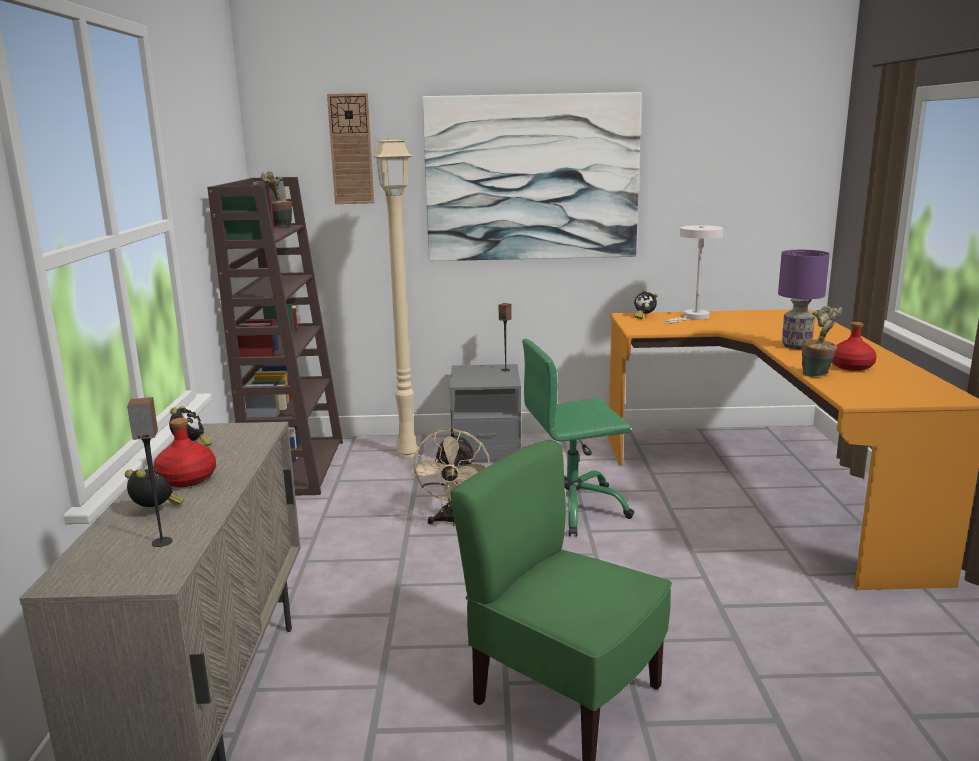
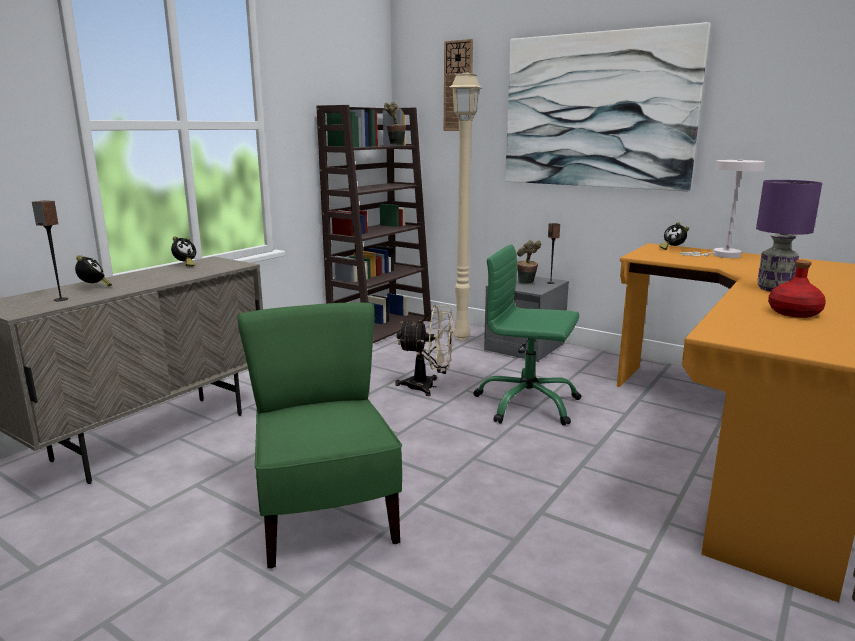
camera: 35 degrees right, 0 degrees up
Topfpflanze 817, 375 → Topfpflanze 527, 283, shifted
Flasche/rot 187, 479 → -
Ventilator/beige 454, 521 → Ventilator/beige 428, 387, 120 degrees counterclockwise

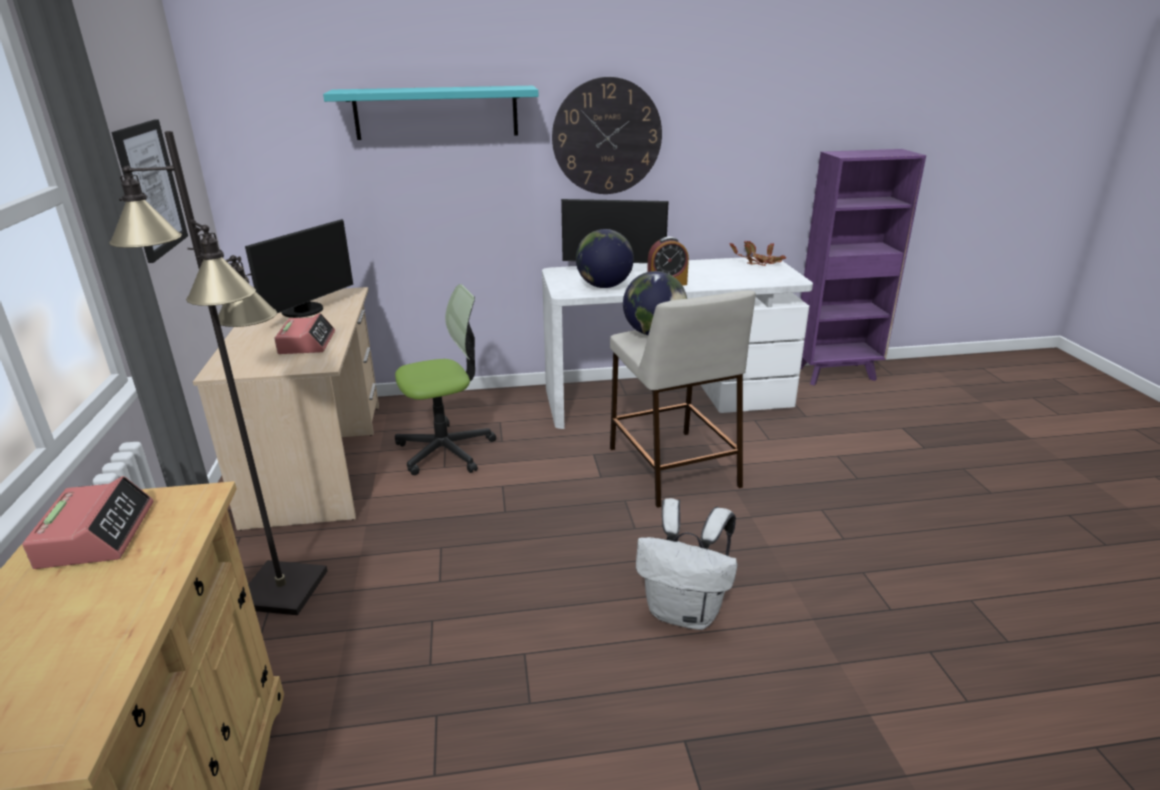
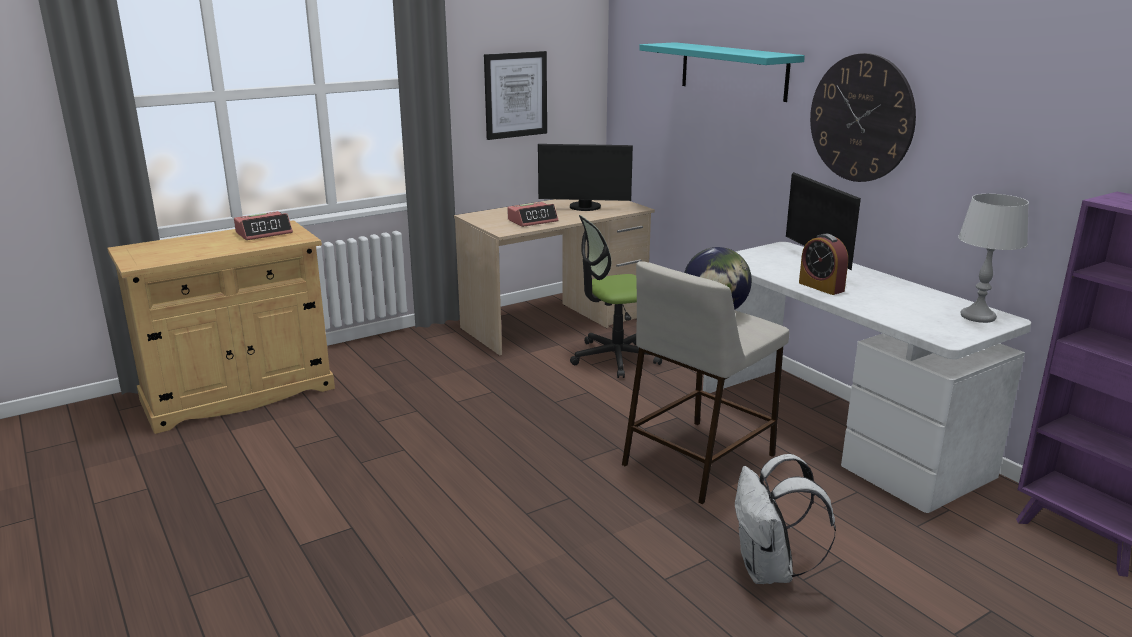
camera: 65 degrees right, 5 degrees down
Stehlampe/schwarz 282, 588 → -
Globus 604, 286 → -
Topfpflanze 759, 263 → Tischlampe/grau 978, 316
Bürostuhl 445, 450 → Bürostuhl 614, 358, 120 degrees clockwise
Rucksack/weiß 685, 612 → Rucksack/weiß 770, 571, shifted

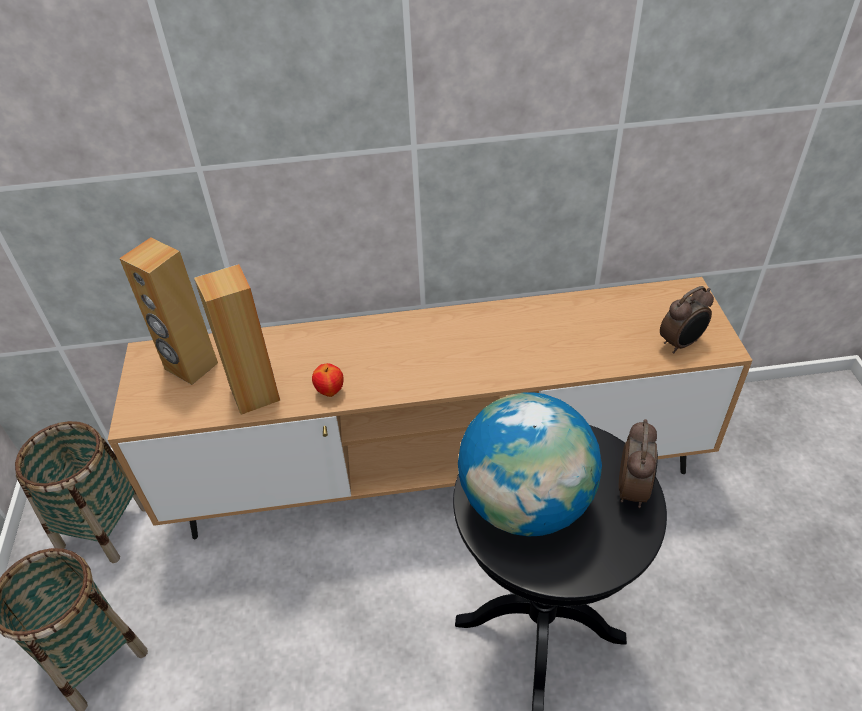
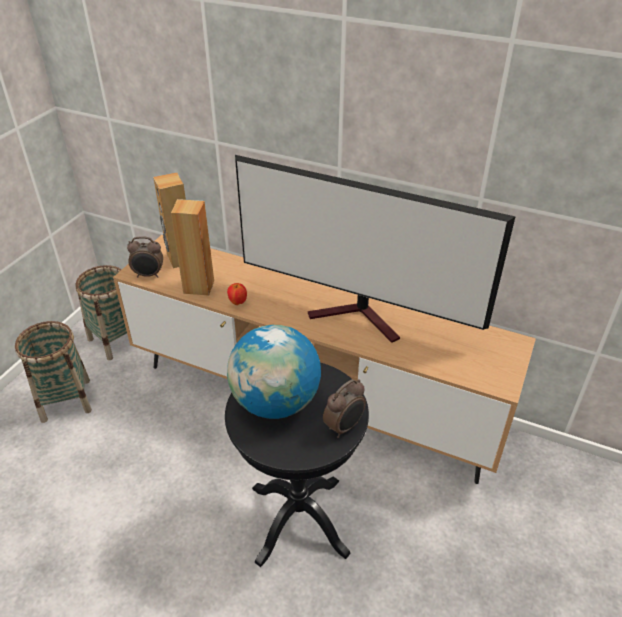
camera: 30 degrees right, 5 degrees down
Wecker 681, 344 → Wecker 149, 275, shifted
- → Fernseher 360, 318

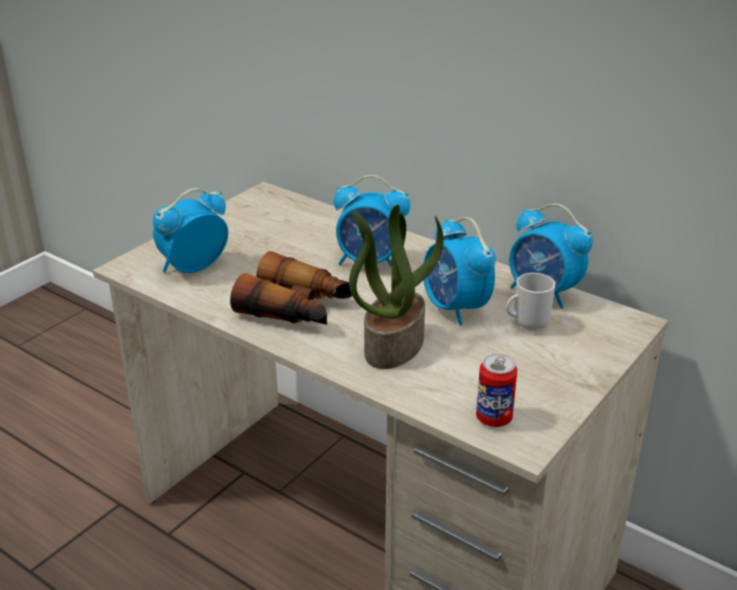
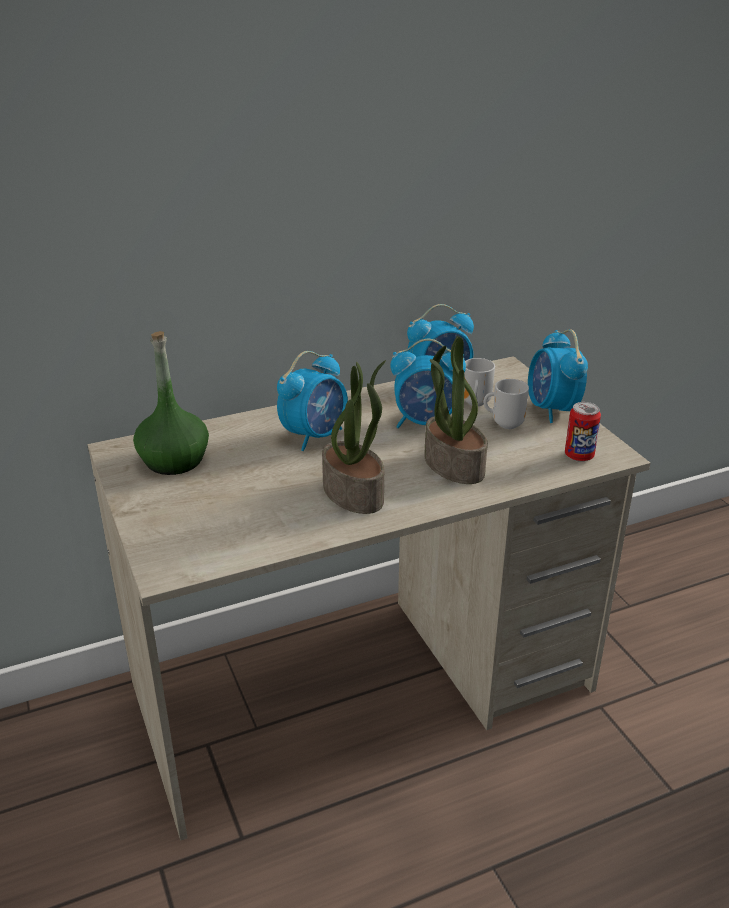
camera: 60 degrees left, 0 degrees up
Wecker 193, 267 → Wecker 552, 410, shifted
Fernglas 297, 309 → Topfpflanze 354, 493
- → Flasche/grün 173, 460
- → Henkelbecher 505, 423

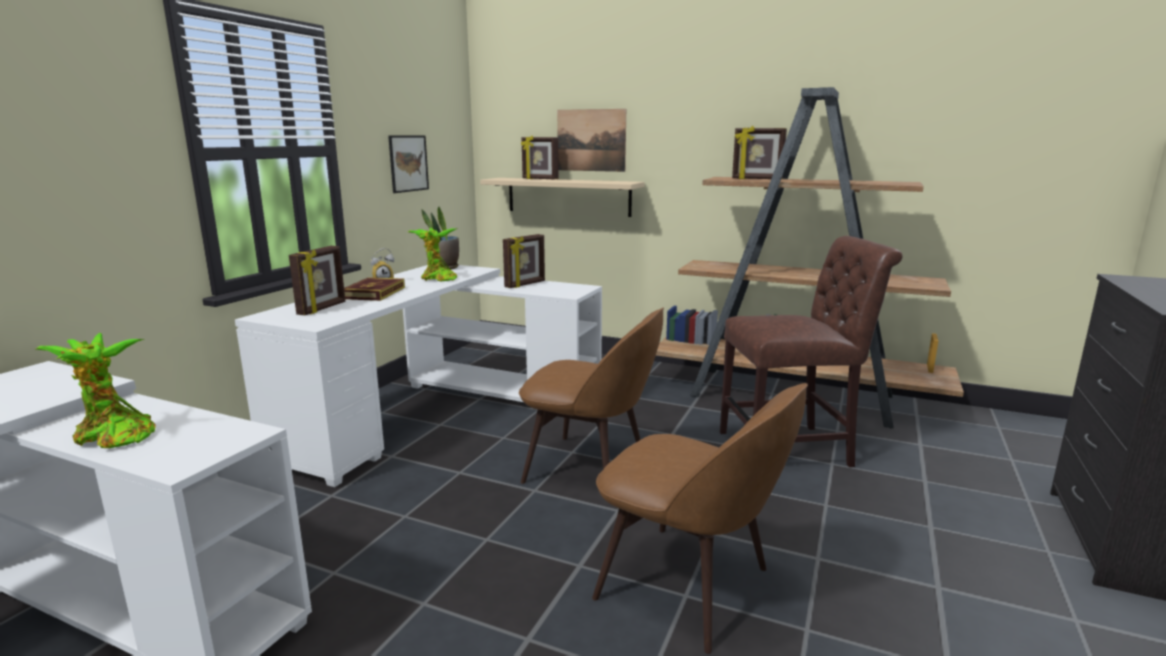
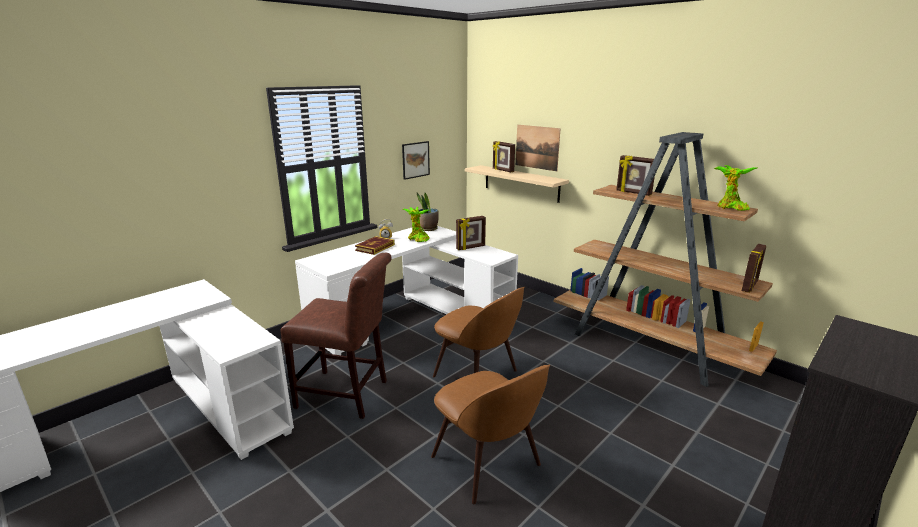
camera: 20 degrees right, 5 degrees up
Stuhl/braun 792, 449 → Stuhl/braun 347, 395, shifted
Bilderrahmen 322, 308 → Bilderrahmen 750, 286, shifted
Topfpflanze 112, 437 → Topfpflanze 730, 208, shifted

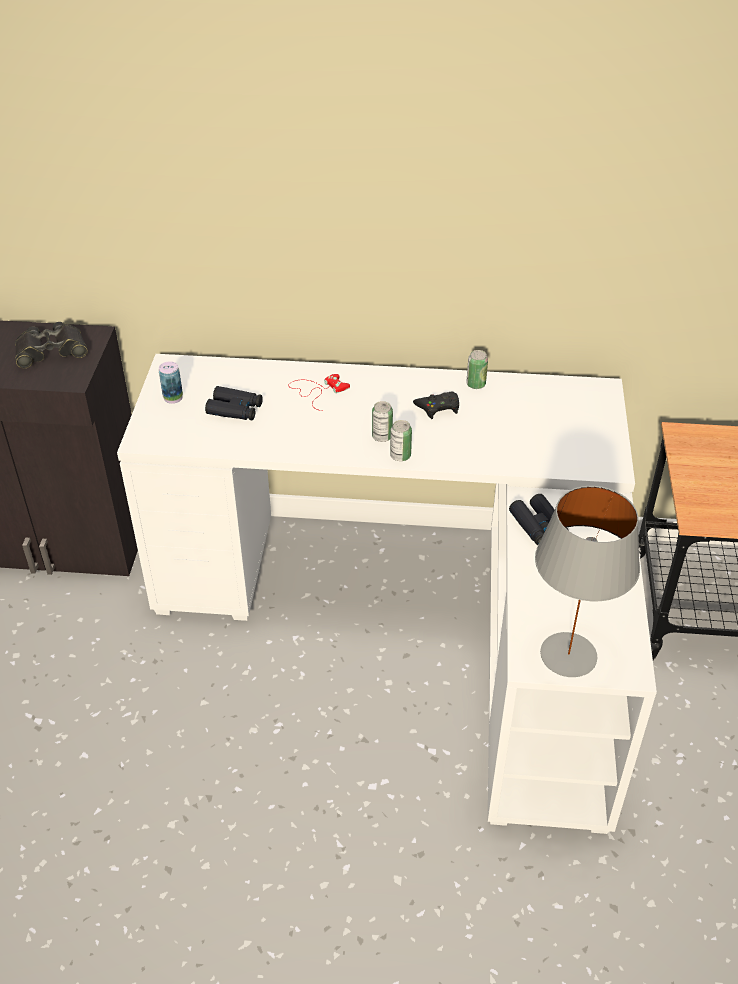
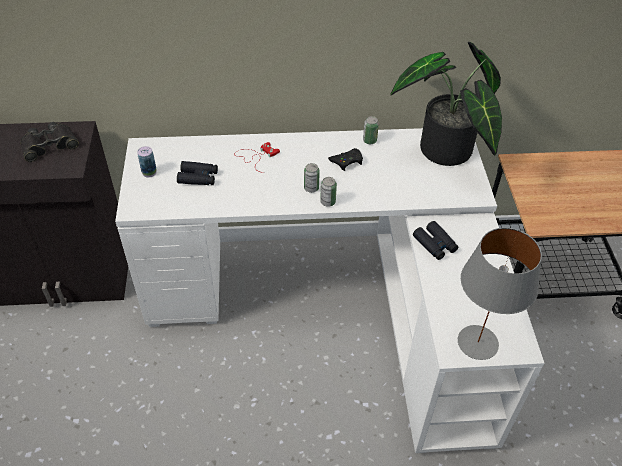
camera: 10 degrees left, 5 degrees up
- → Topfpflanze 445, 154

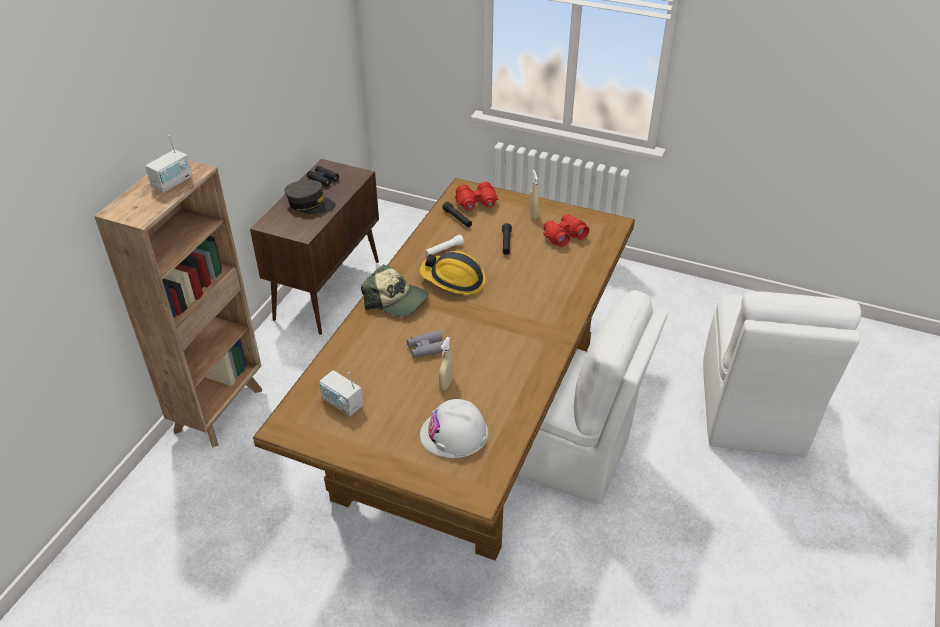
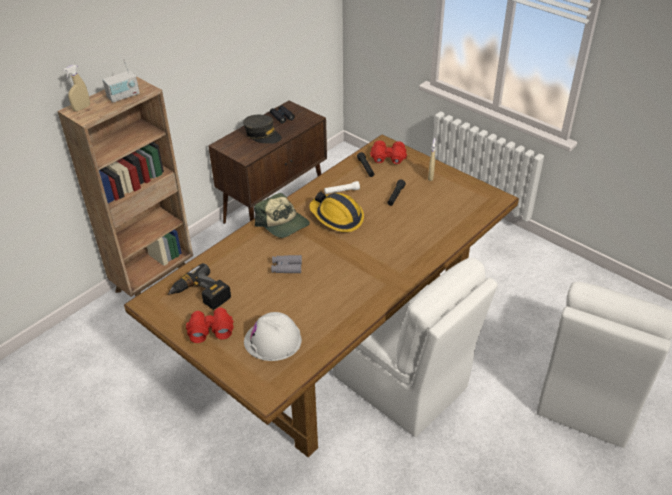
camera: 20 degrees right, 0 degrees up
Fernglas/rot 563, 235 → Fernglas/rot 210, 329, shifted
Sprühflasche/beige 446, 383 → Sprühflasche/beige 82, 108, shifted
Radio 342, 403 → Bohrmaschine 200, 295

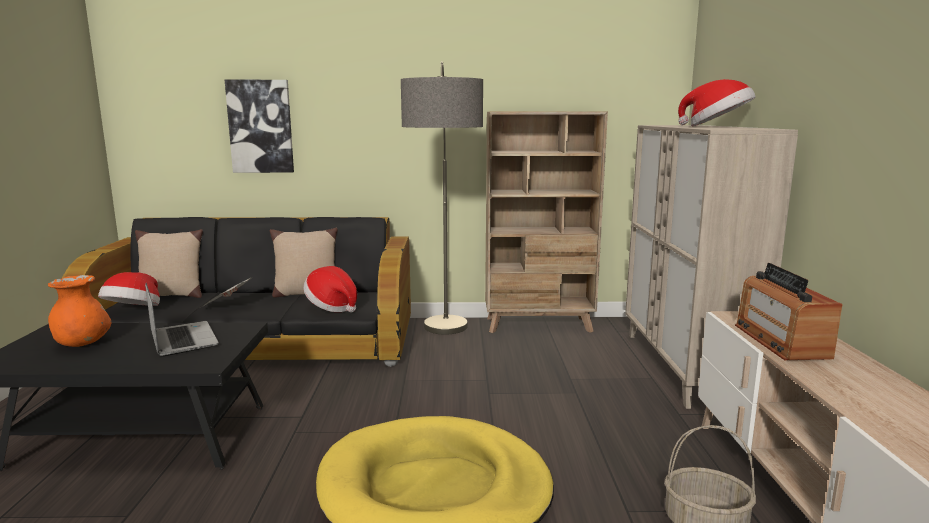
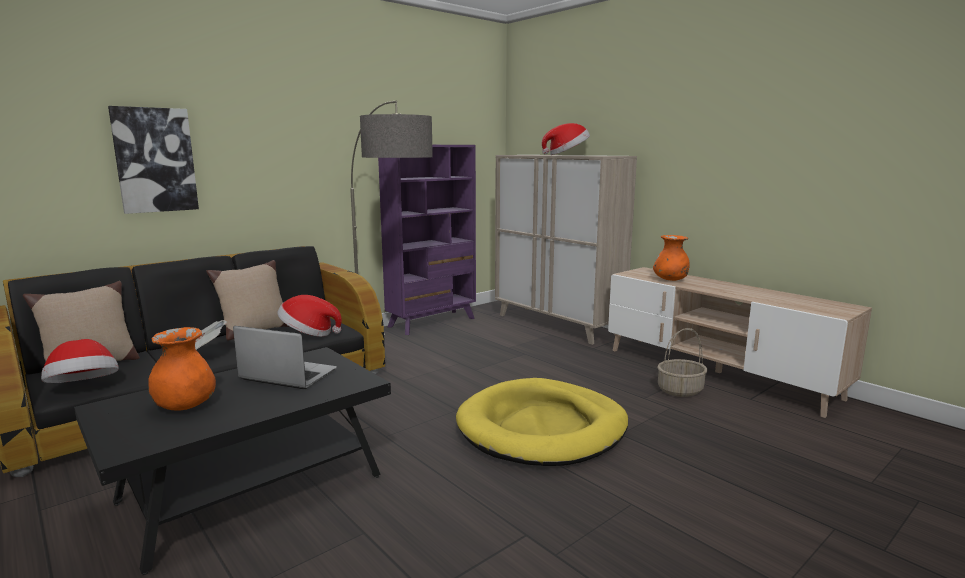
camera: 40 degrees left, 0 degrees up
Bücherregal/beige 539, 325 → Bücherregal/lila 432, 322
Radio 780, 341 → Vase/orange 670, 280

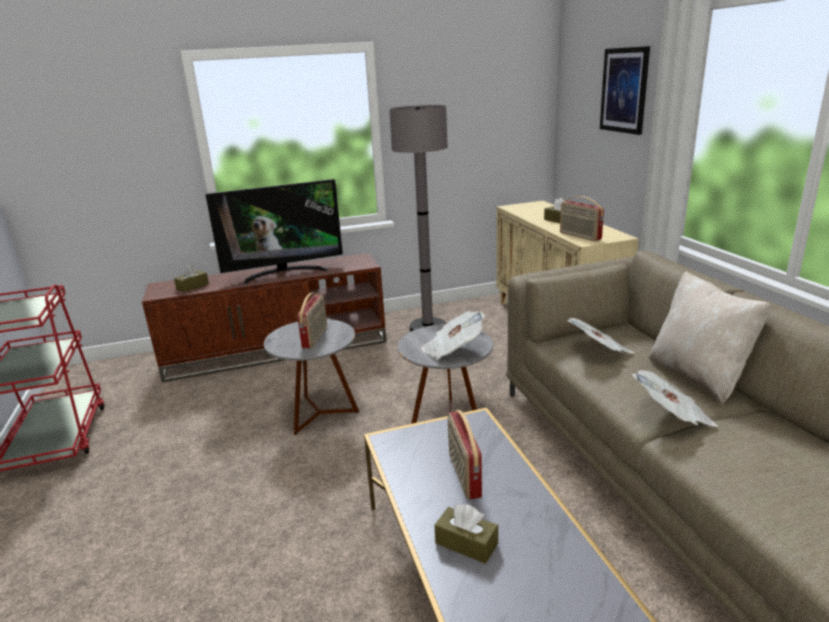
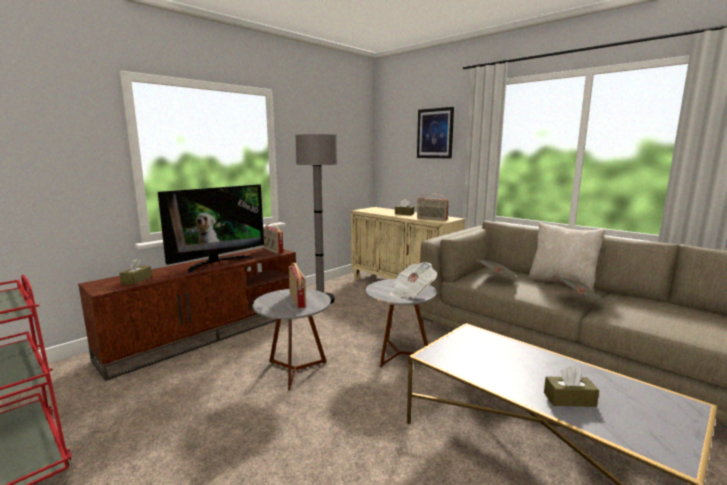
camera: 30 degrees left, 10 degrees down
Radio 463, 475 → Radio 272, 251, shifted

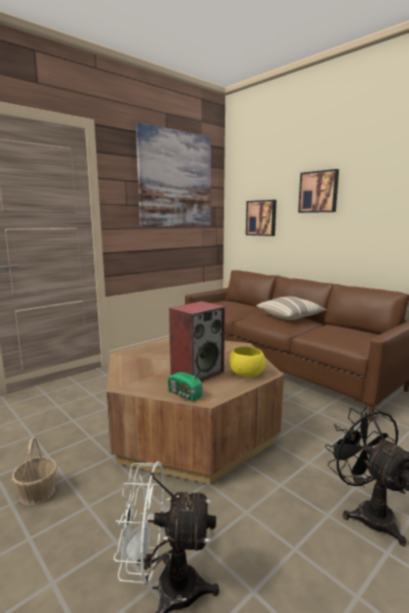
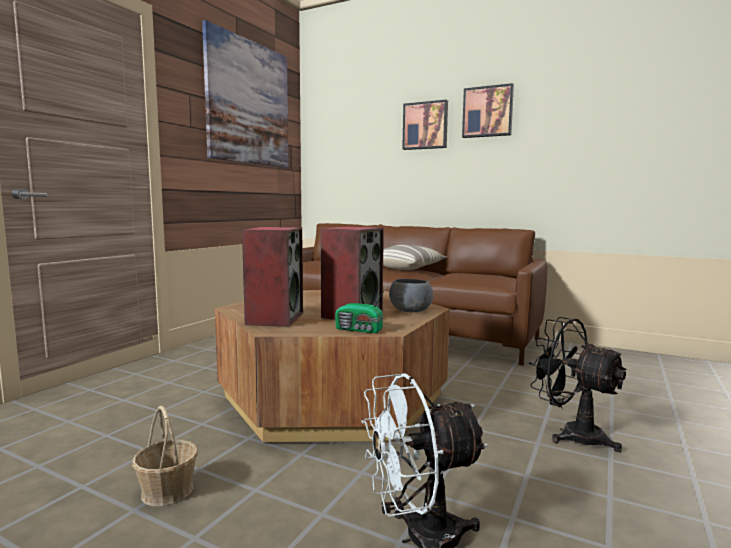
camera: 20 degrees left, 5 degrees down
Bild 261, 218 → Bild 488, 112, shifted
Schüssel/gelb 247, 375 → Schüssel/grau 411, 311
- → Lautsprecher 274, 318

